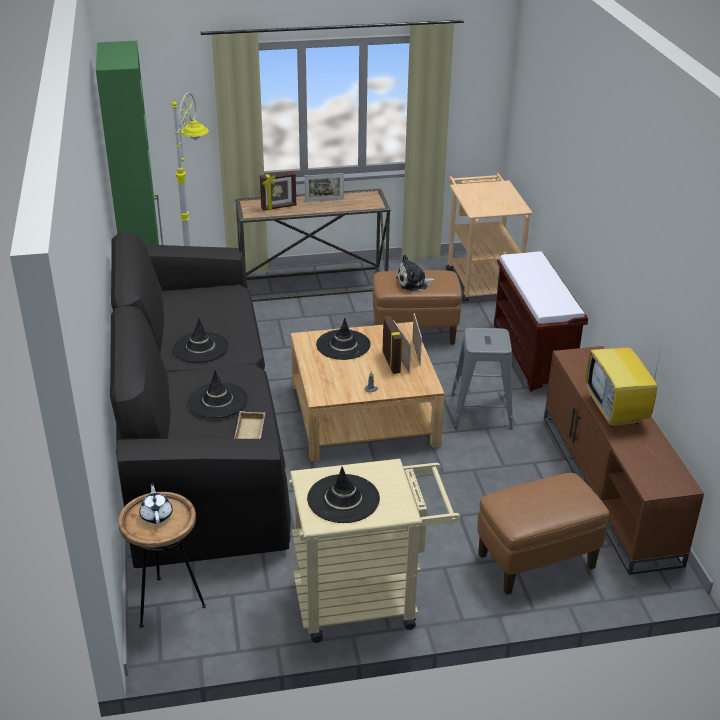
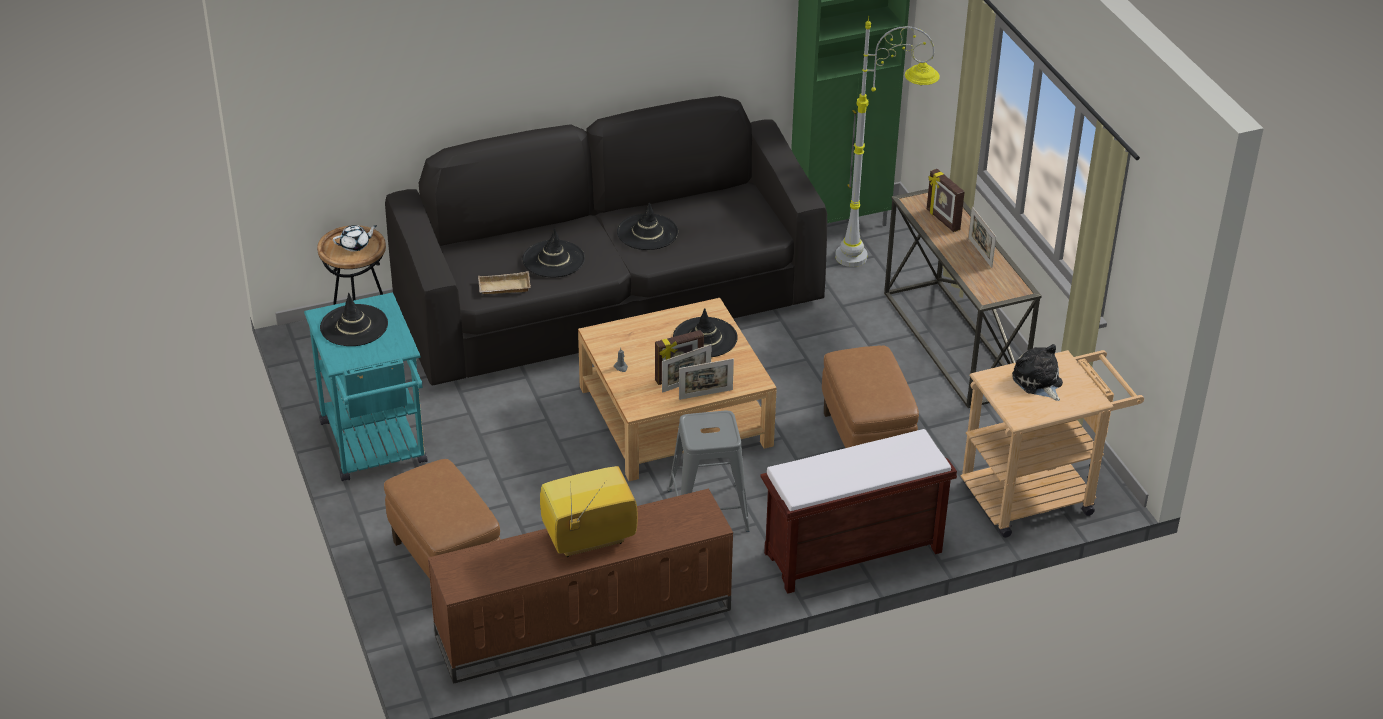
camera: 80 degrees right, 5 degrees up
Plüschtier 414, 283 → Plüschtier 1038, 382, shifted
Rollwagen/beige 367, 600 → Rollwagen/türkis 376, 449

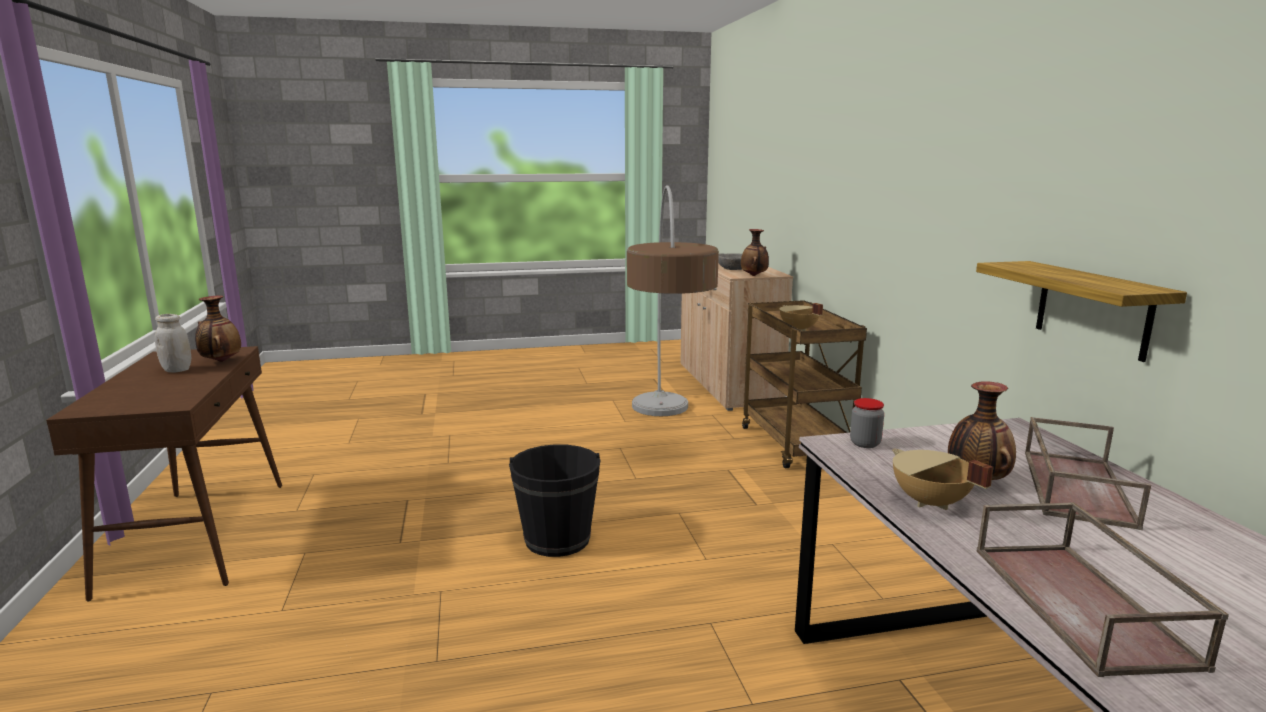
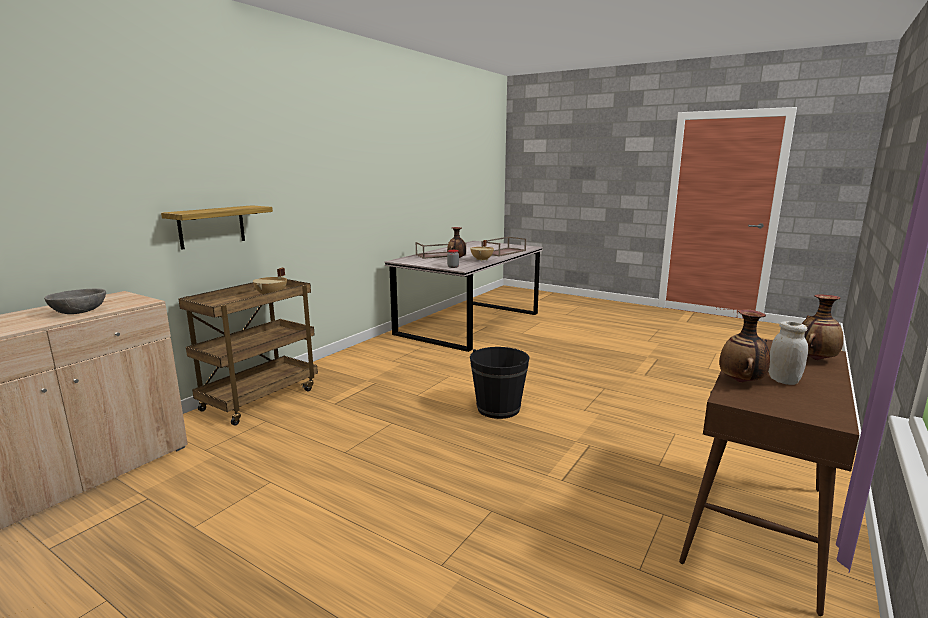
camera: 135 degrees left, 0 degrees up
Stehlampe 665, 435 → -
Vase 754, 275 → Vase 814, 359, shifted
Wandregal 1092, 309 → Wandregal 212, 226, shifted

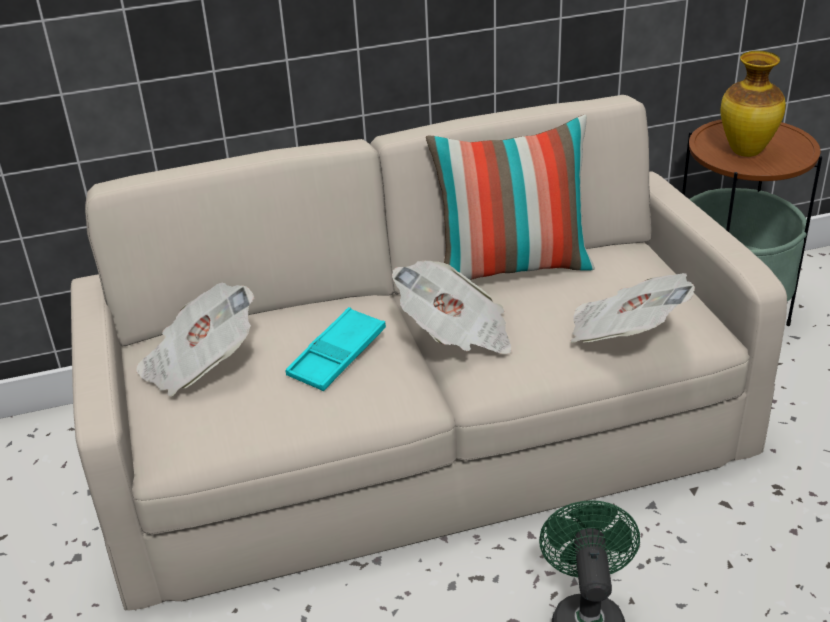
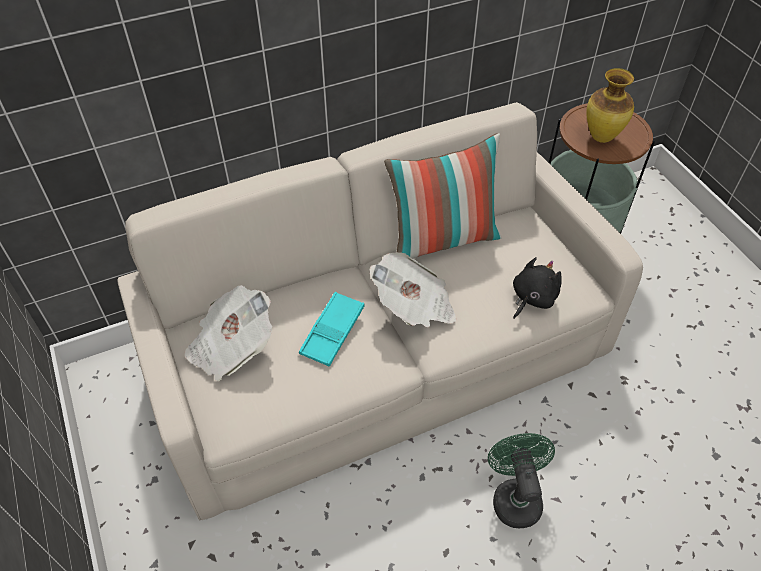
camera: 10 degrees left, 15 degrees up
Zeitung 624, 334 → Plüschtier/schwarz 532, 298

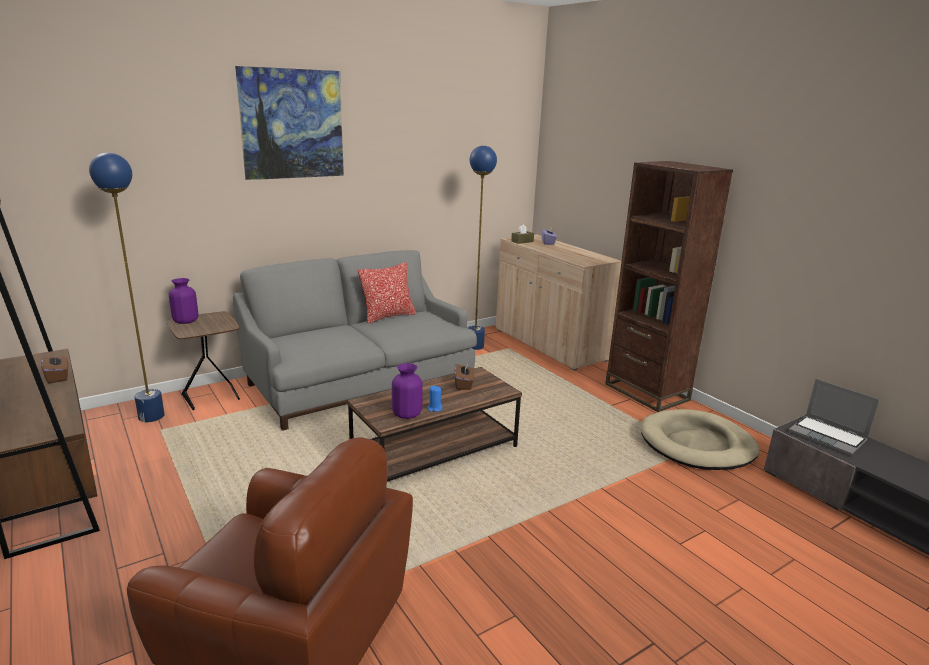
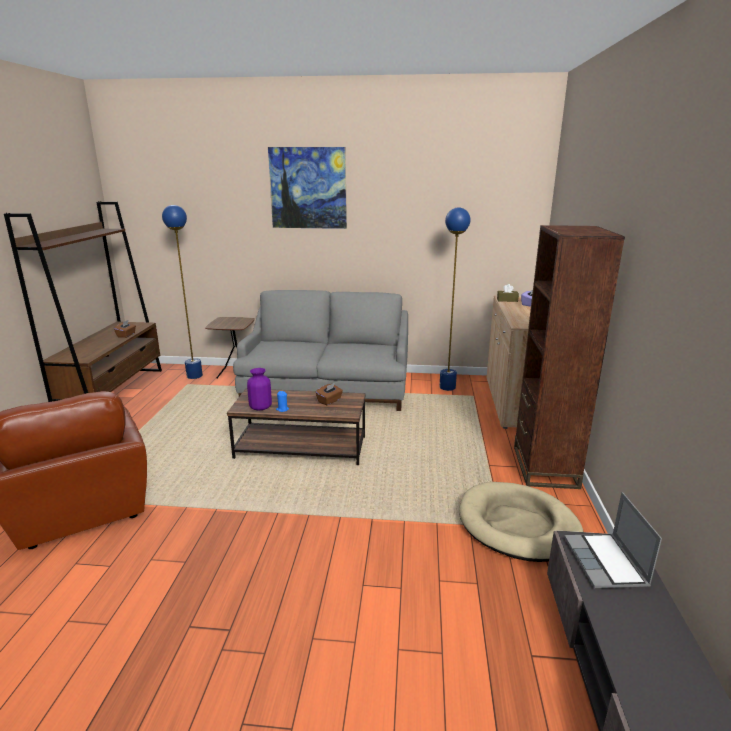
camera: 40 degrees right, 0 degrees up
Kissen 388, 316 → -
Vase/lila 185, 321 → -

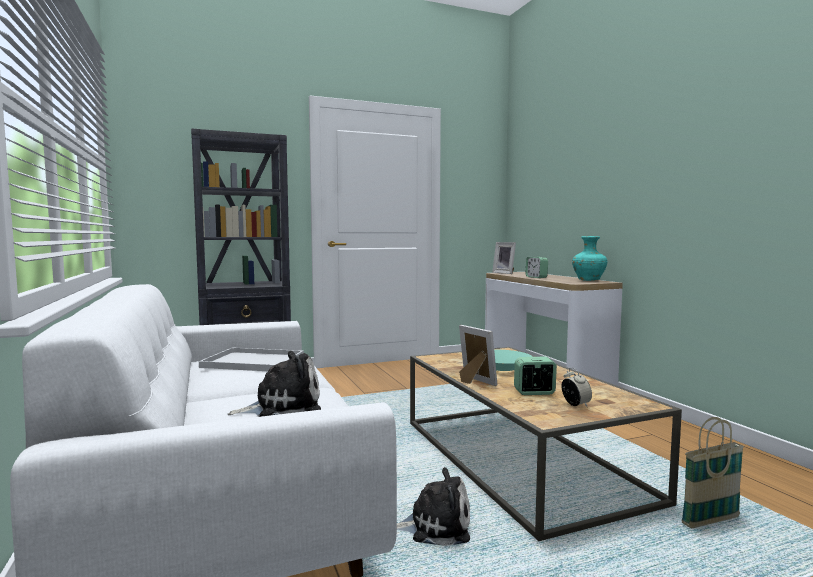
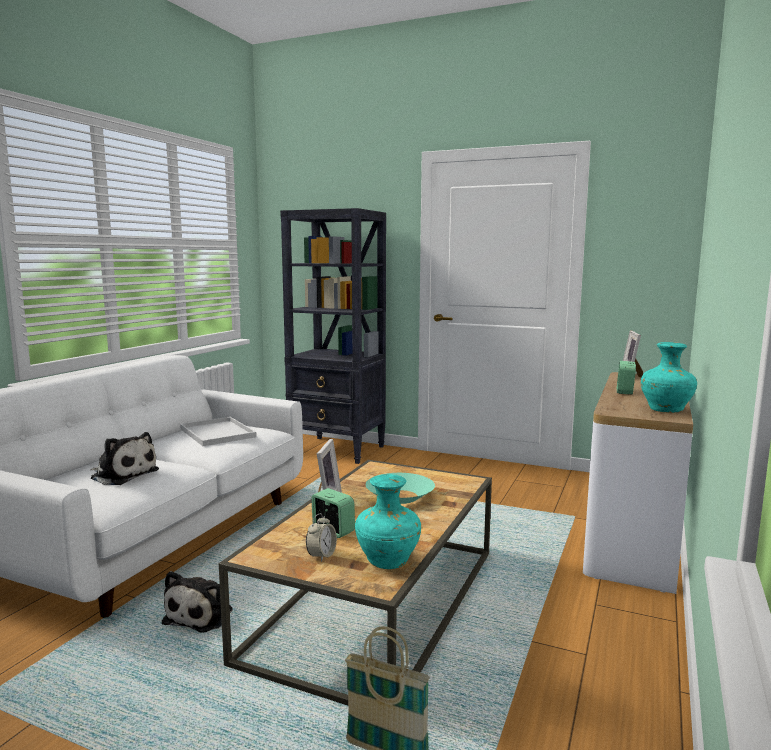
camera: 45 degrees right, 5 degrees up
Plüschtier 435, 526 → Plüschtier 201, 615, 60 degrees clockwise
- → Vase/türkis 387, 562

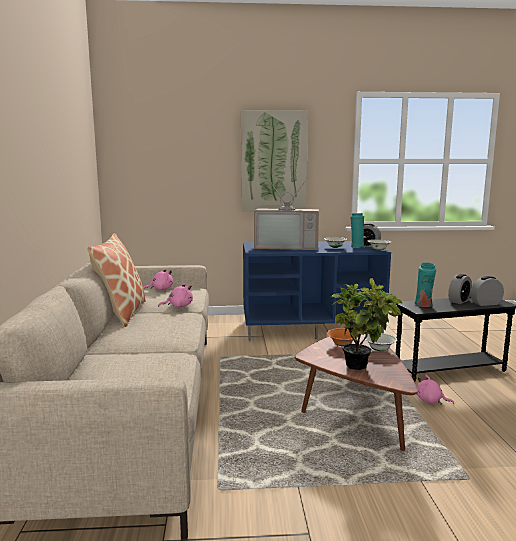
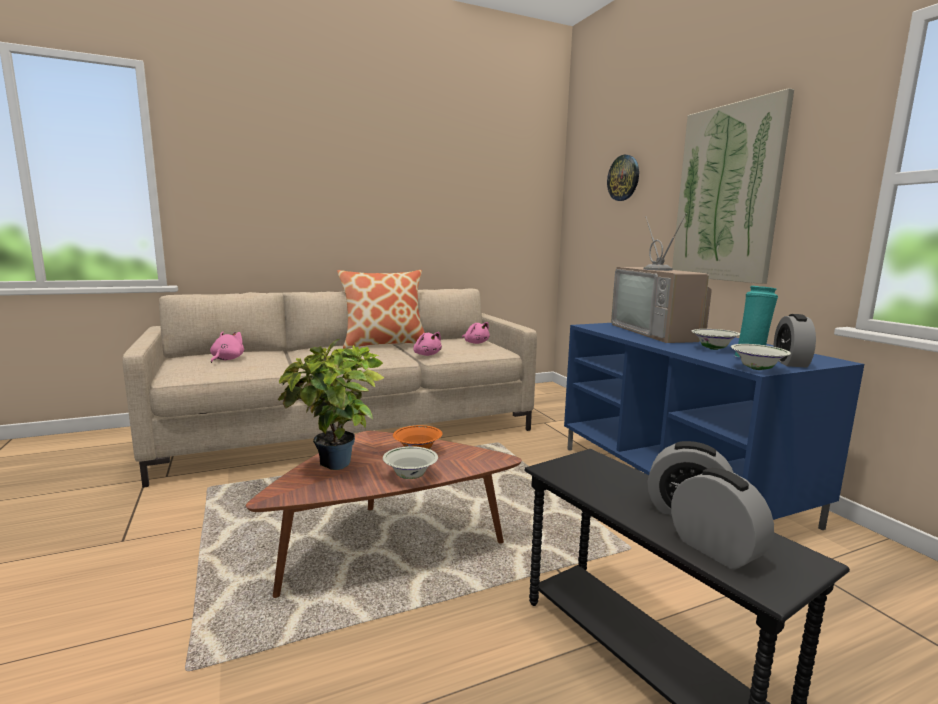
camera: 70 degrees right, 0 degrees up
Vase/türkis 423, 305 → -
Plüschtier/rosa 430, 401 → Plüschtier/rosa 226, 359, shifted
- → Wanduhr 623, 178

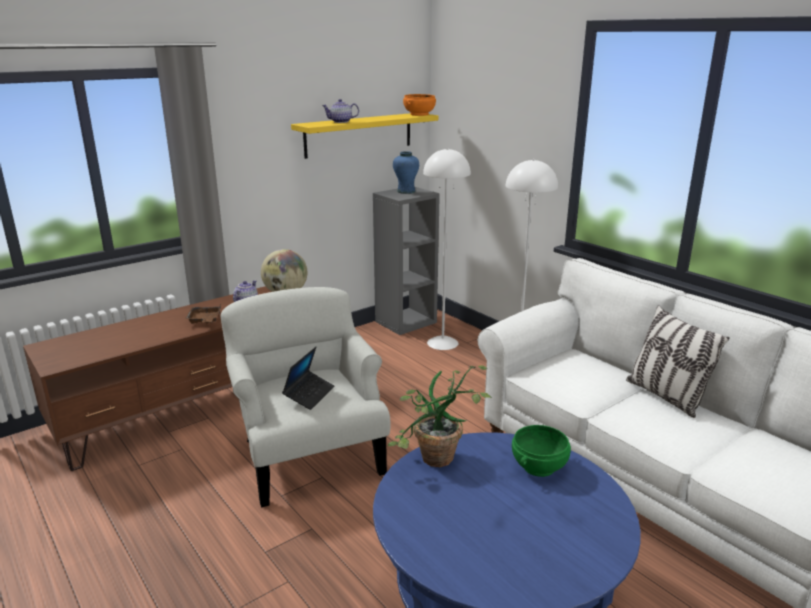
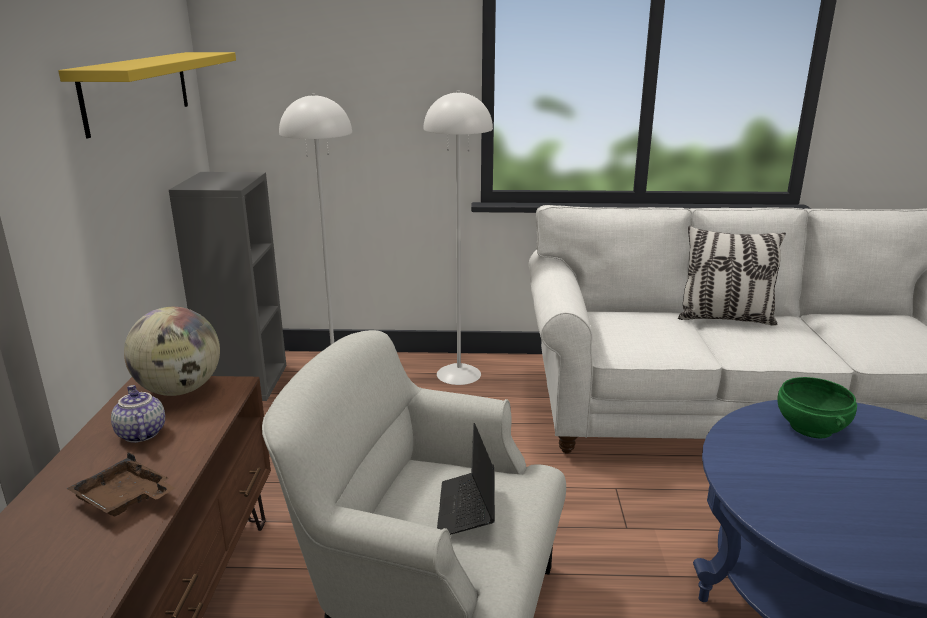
camera: 50 degrees left, 0 degrees up
Schüssel/orange 419, 114 → -
Teekanne 340, 122 → -
Vase/blau 406, 191 → -
Laptop 309, 394 → Laptop 467, 509, 150 degrees counterclockwise
Topfpflanze 435, 463 → -

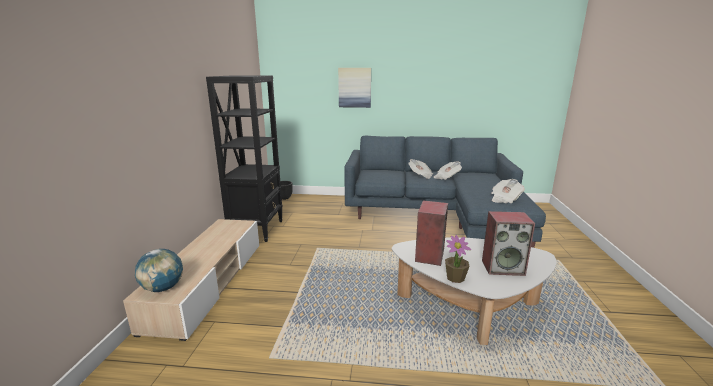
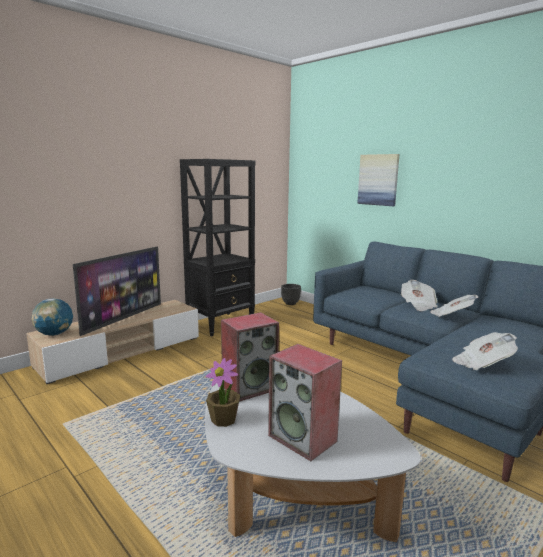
camera: 40 degrees right, 5 degrees down
- → Fernseher 123, 318

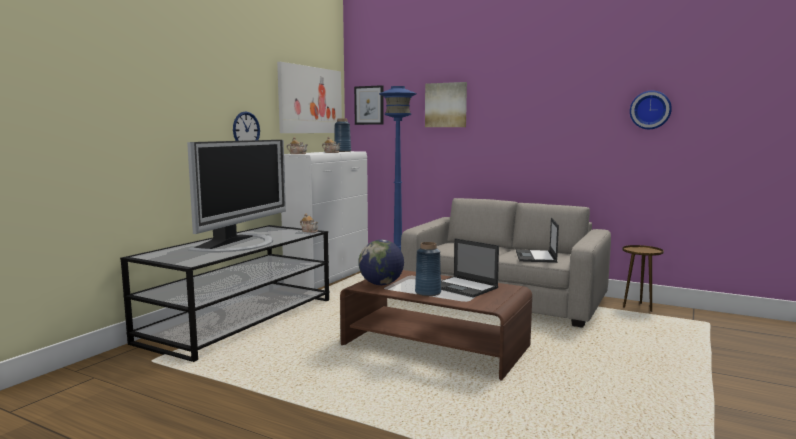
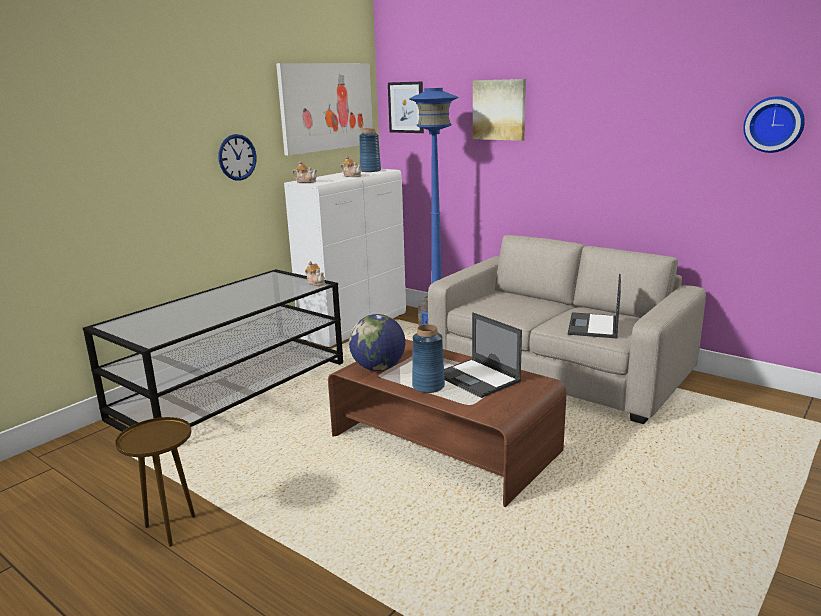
camera: 10 degrees right, 10 degrees up
Fernseher 239, 243 → -
Beistelltisch/braun 638, 307 → Beistelltisch/braun 170, 529, shifted

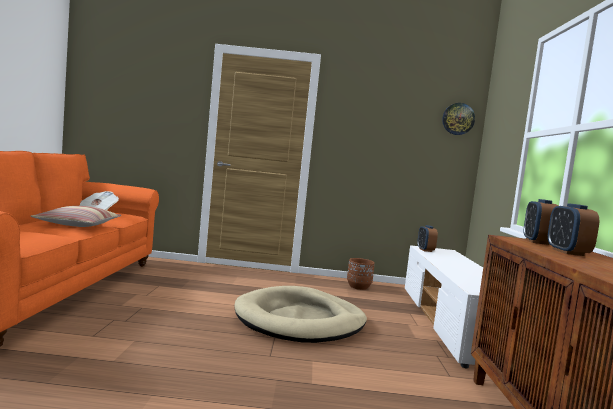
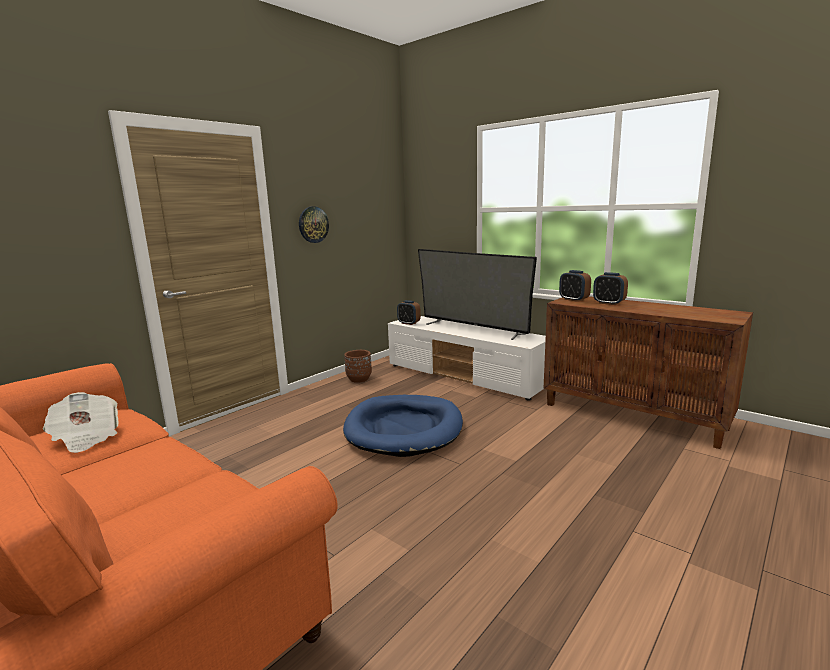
camera: 50 degrees left, 10 degrees up
Wanduhr 458, 119 → Wanduhr 313, 224, shifted
Kissen 78, 225 → -
Hundebett/beige 300, 320 → Hundebett/blau 404, 429
- → Fernseher 473, 329

